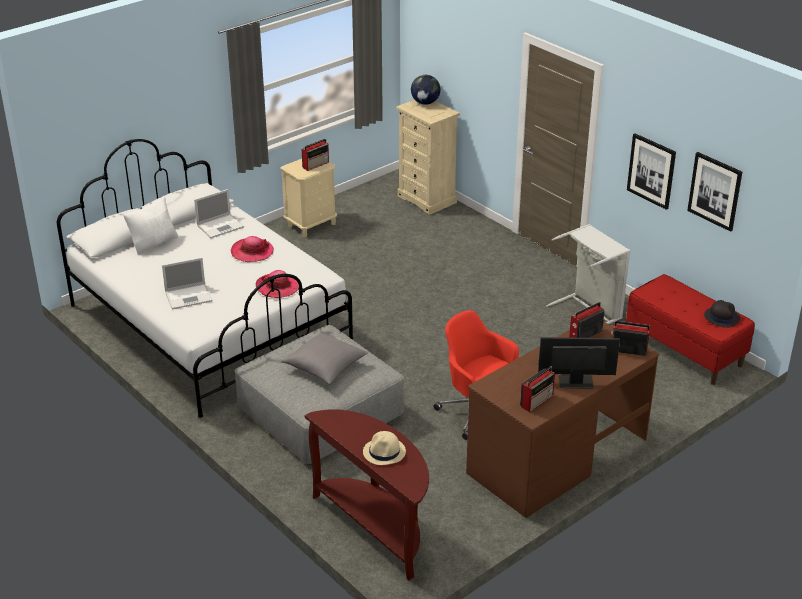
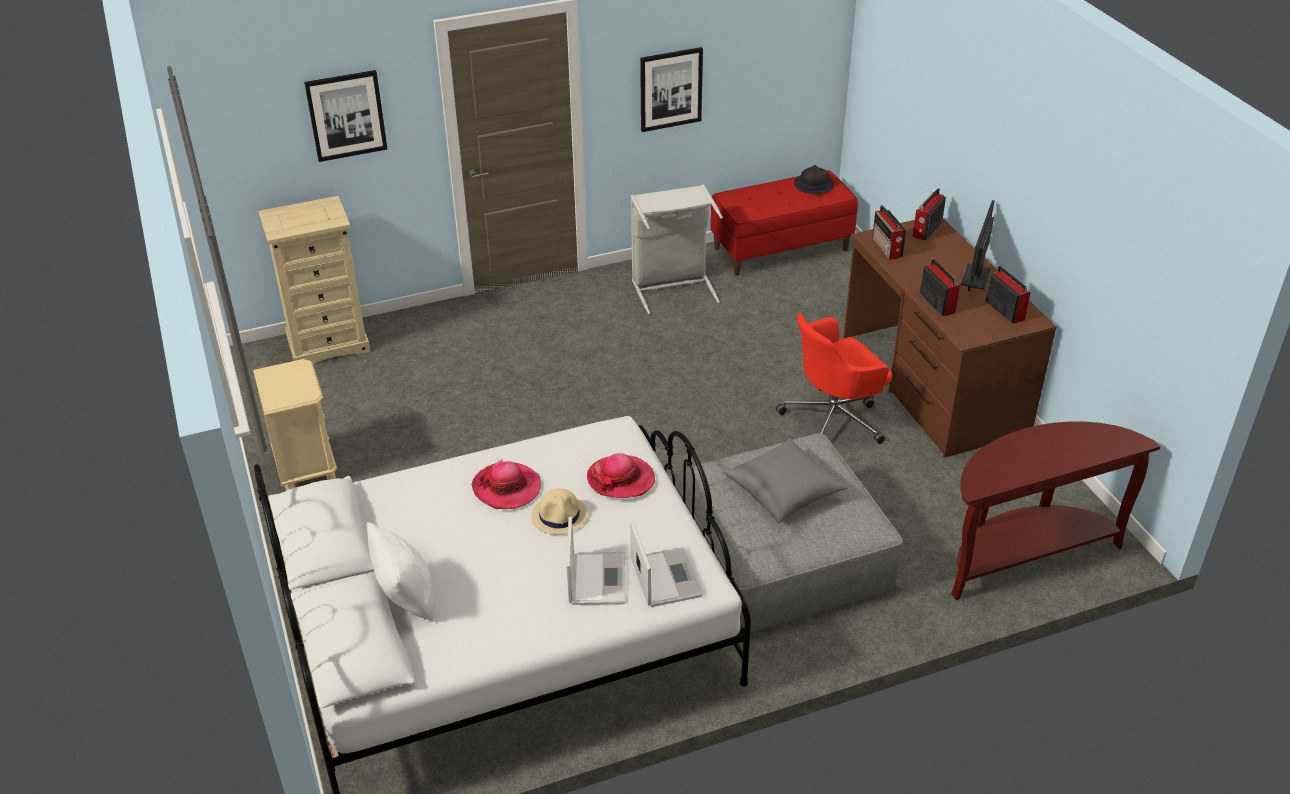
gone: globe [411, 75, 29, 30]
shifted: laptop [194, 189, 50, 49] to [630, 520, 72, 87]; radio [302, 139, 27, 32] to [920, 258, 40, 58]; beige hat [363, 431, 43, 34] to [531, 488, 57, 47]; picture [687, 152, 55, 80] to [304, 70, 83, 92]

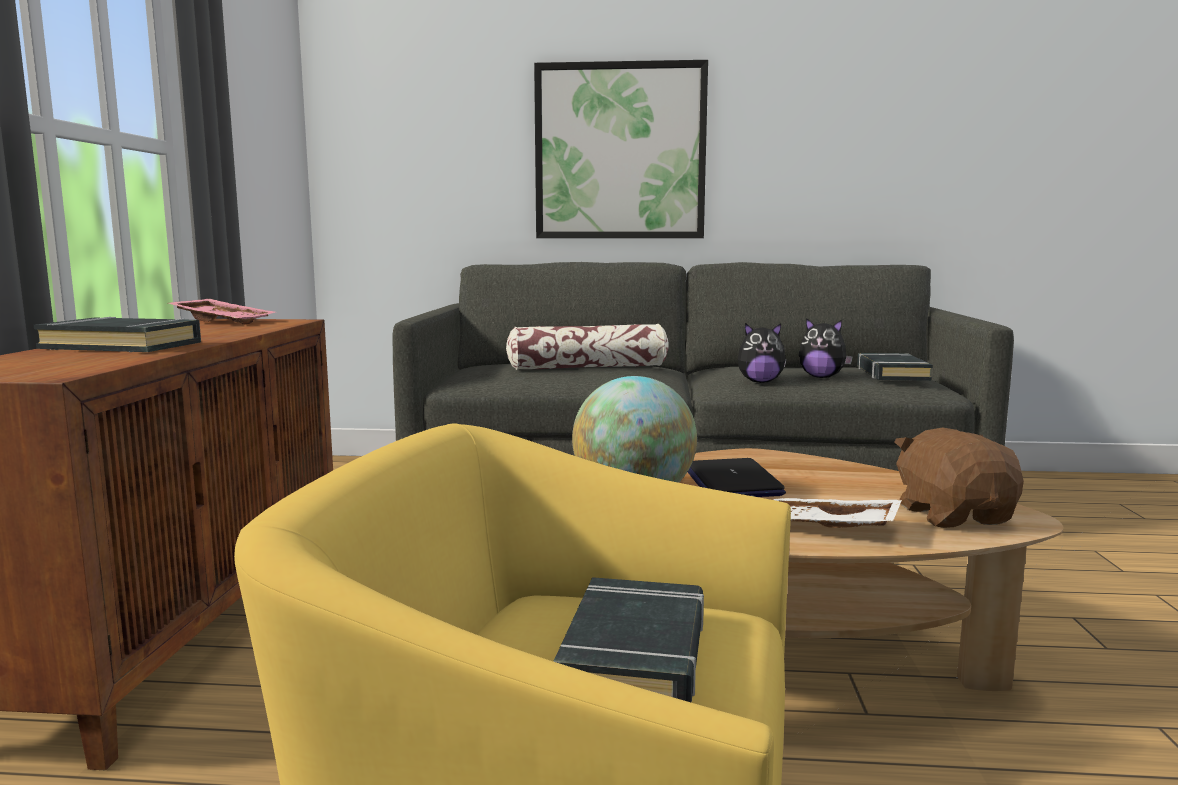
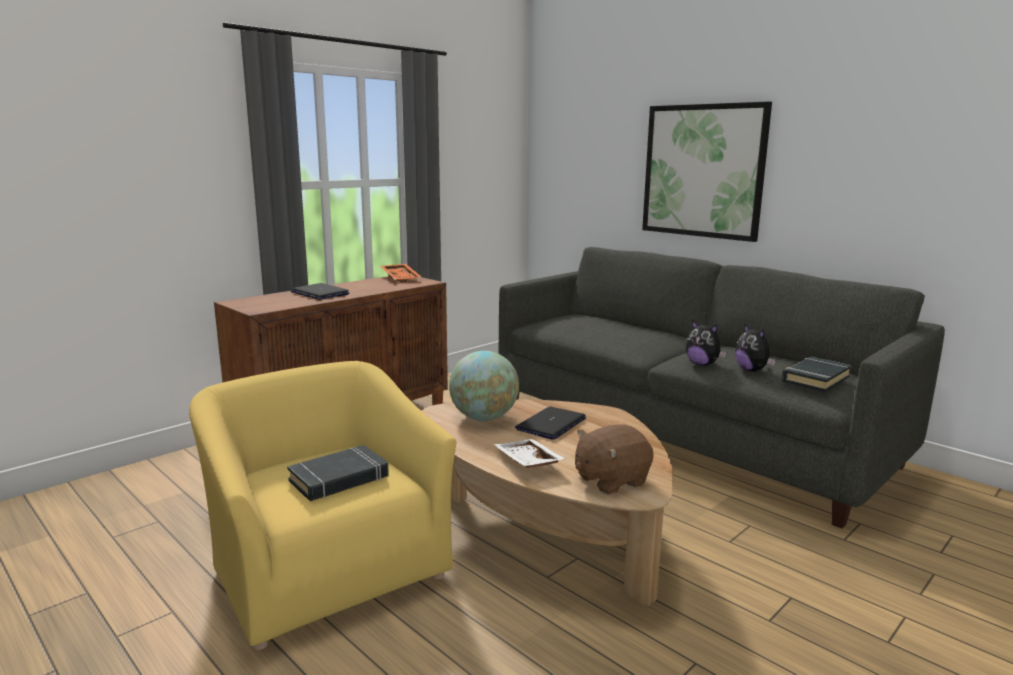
gone: pillow [506, 324, 163, 46]
swapped: black book [34, 317, 167, 35] to laptop [291, 283, 59, 17]
repainted: pink tray [168, 299, 107, 26] to orange tray [381, 264, 41, 19]
rotated: brown plush toy [895, 428, 129, 100] = [575, 424, 79, 71] 150 degrees counterclockwise

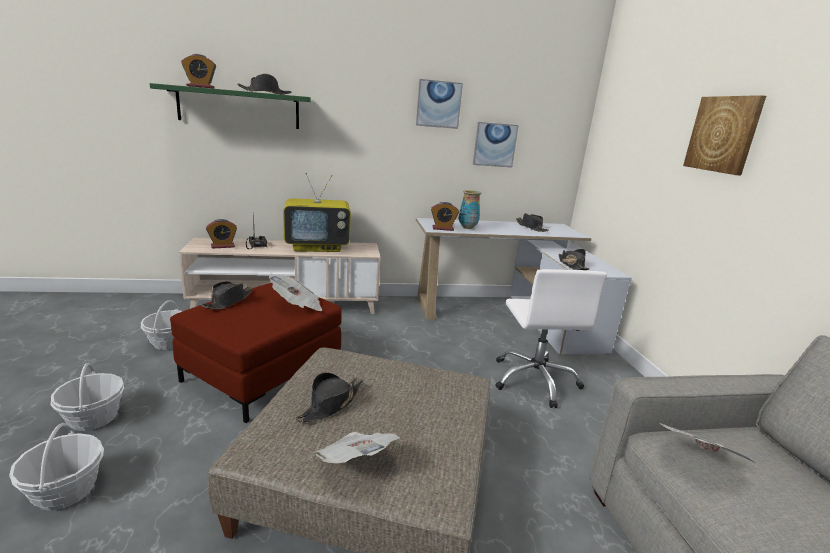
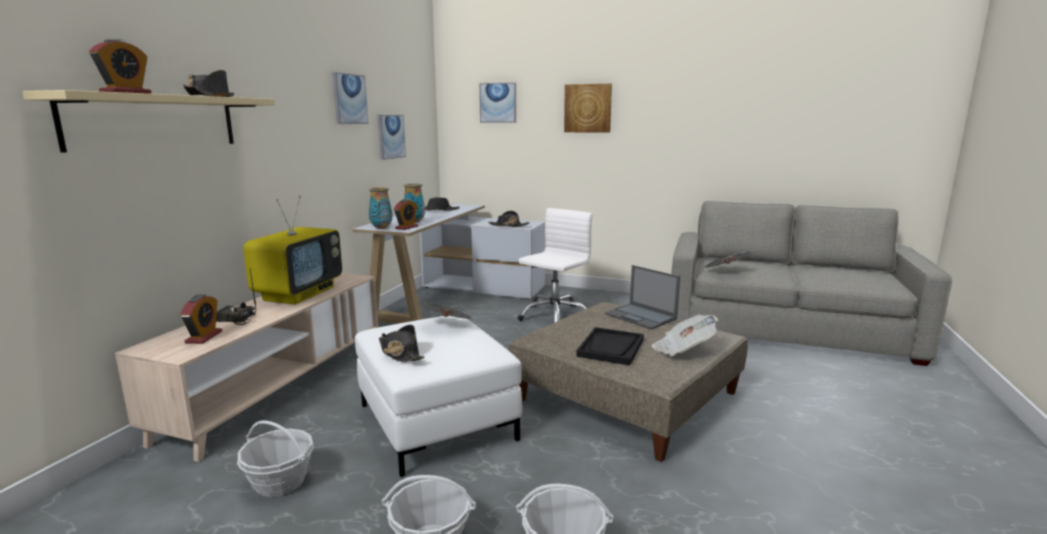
new: vase [369, 187, 23, 42]; picture [479, 82, 37, 41]; laptop [605, 265, 75, 65]
swapped: black hat [295, 372, 68, 50] to black tray [576, 327, 68, 38]
repainted: green shelf [149, 83, 162, 46] to beige shelf [22, 90, 253, 63]; red ottoman [170, 283, 171, 140] to white ottoman [355, 316, 167, 161]
rotated: white office chair [495, 269, 112, 139] = [517, 208, 76, 115] 75 degrees counterclockwise

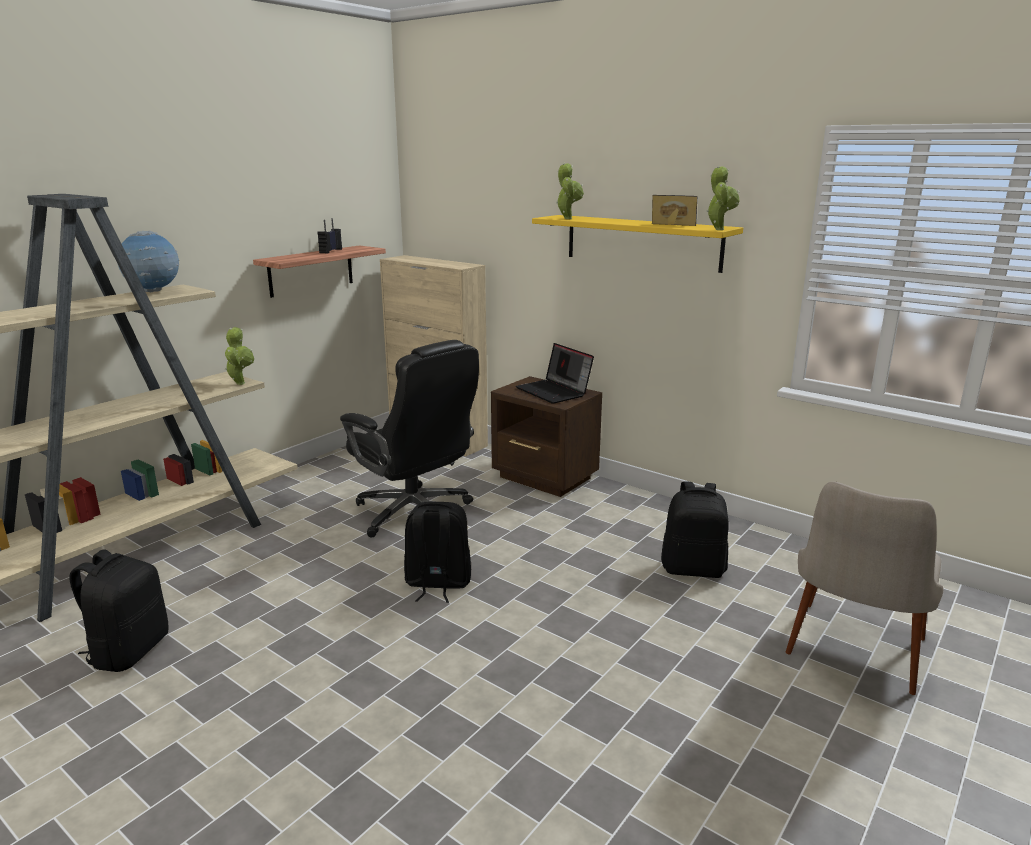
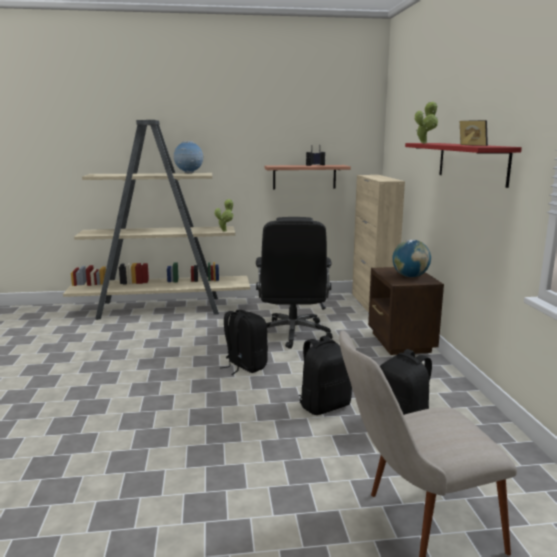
gone: potted plant [706, 166, 34, 64]
shifted: black backpack [70, 550, 98, 122] to [299, 336, 53, 79]
swapped: laptop [516, 343, 78, 61] to globe [392, 240, 39, 37]
repainted: yellow shelf [532, 215, 211, 58] to red shelf [405, 143, 117, 45]

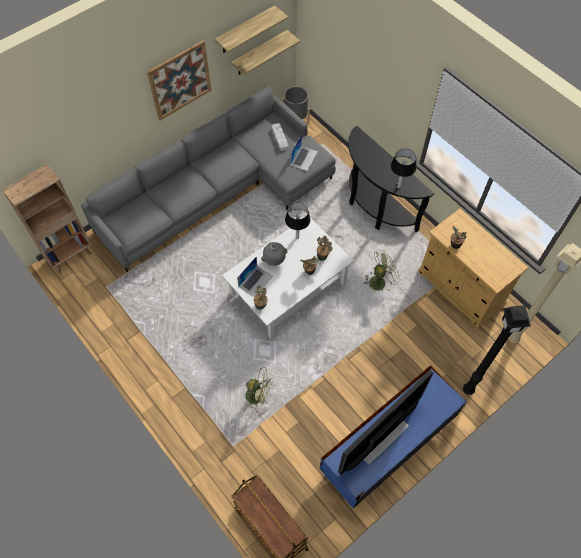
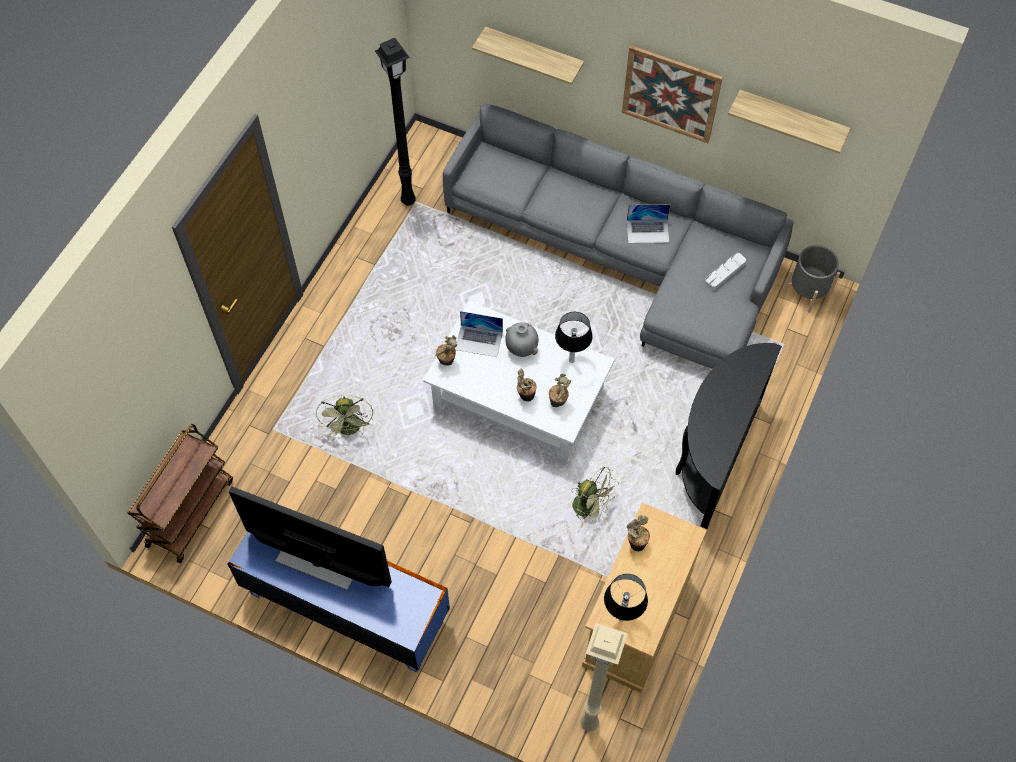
gone: brown bookcase [2, 164, 89, 110]
shifted: shelf [231, 30, 69, 45] to [472, 27, 112, 58]; laptop [290, 134, 28, 37] to [627, 205, 43, 38]; table lamp [391, 149, 25, 39] to [604, 574, 44, 47]; black floor lamp [463, 305, 68, 90] to [375, 38, 41, 168]

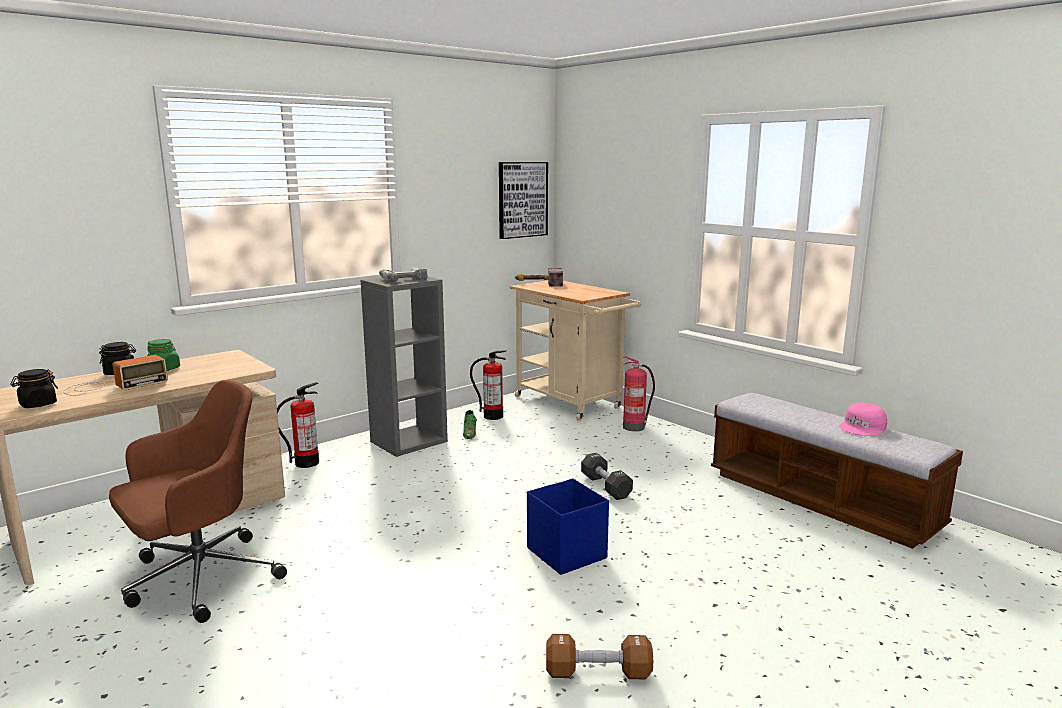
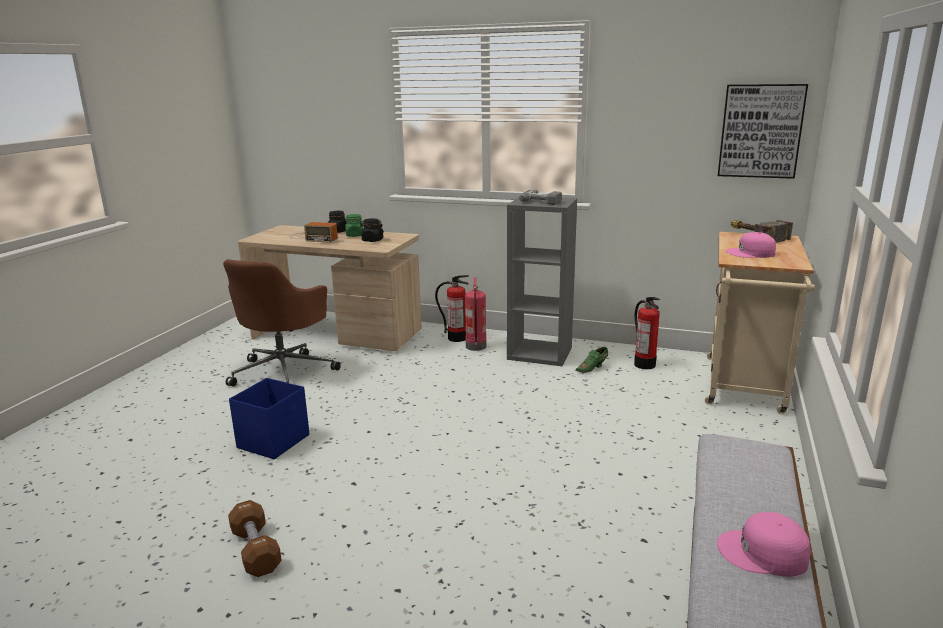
gone: black dumbbell [581, 453, 52, 47]
new: pink cap [726, 232, 50, 26]
shifted: black jar [10, 369, 48, 39] to [360, 218, 24, 24]; blue storage box [527, 478, 82, 97] to [229, 378, 80, 81]; fire extinguisher [623, 356, 32, 75] to [465, 277, 22, 74]
rotated: brown office chair [109, 380, 178, 243] = [223, 259, 118, 127] 90 degrees clockwise

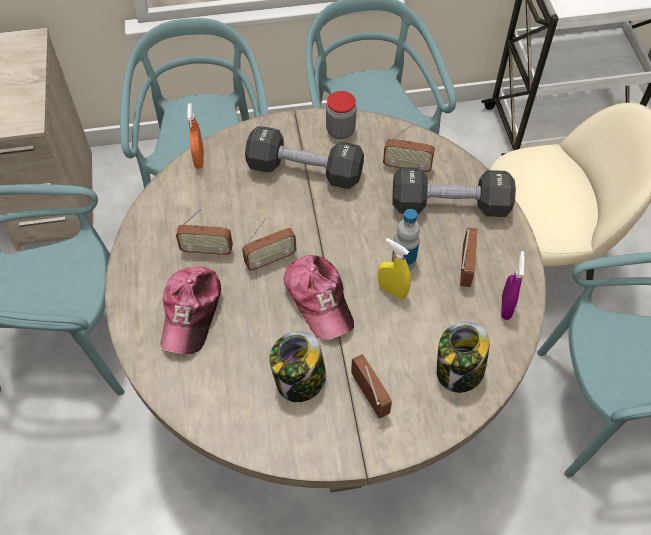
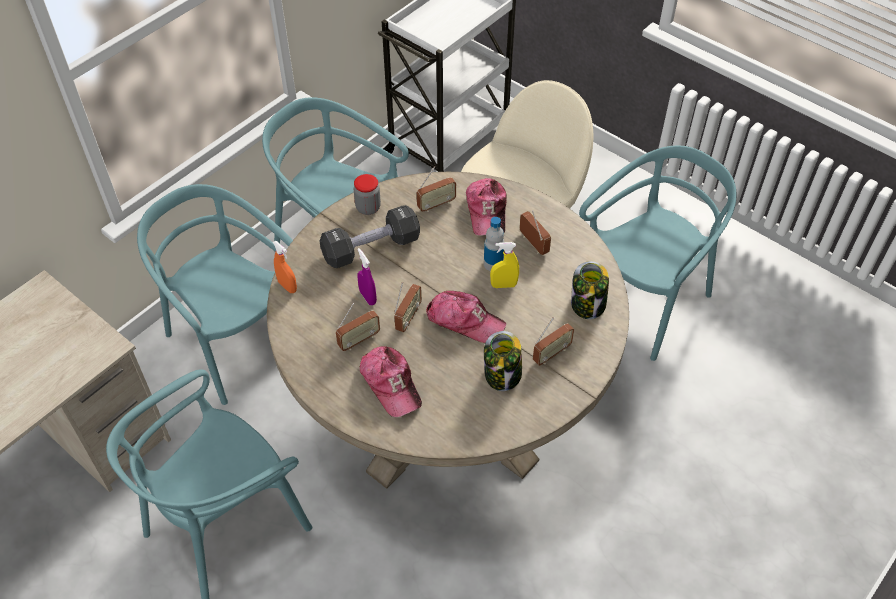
shifted: purple spray bottle [501, 251, 24, 69] to [357, 248, 20, 57]
swapped: black dumbbell [392, 167, 124, 50] to cap [466, 178, 41, 58]
rotated: radio [351, 354, 41, 64] = [533, 317, 41, 48] 120 degrees clockwise

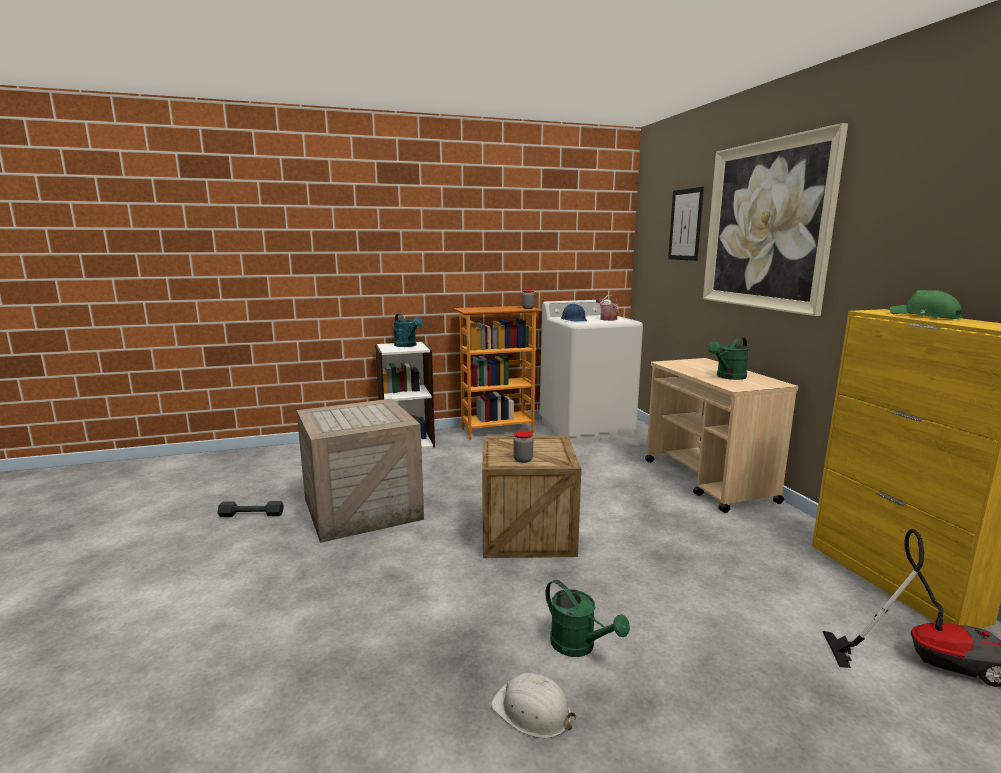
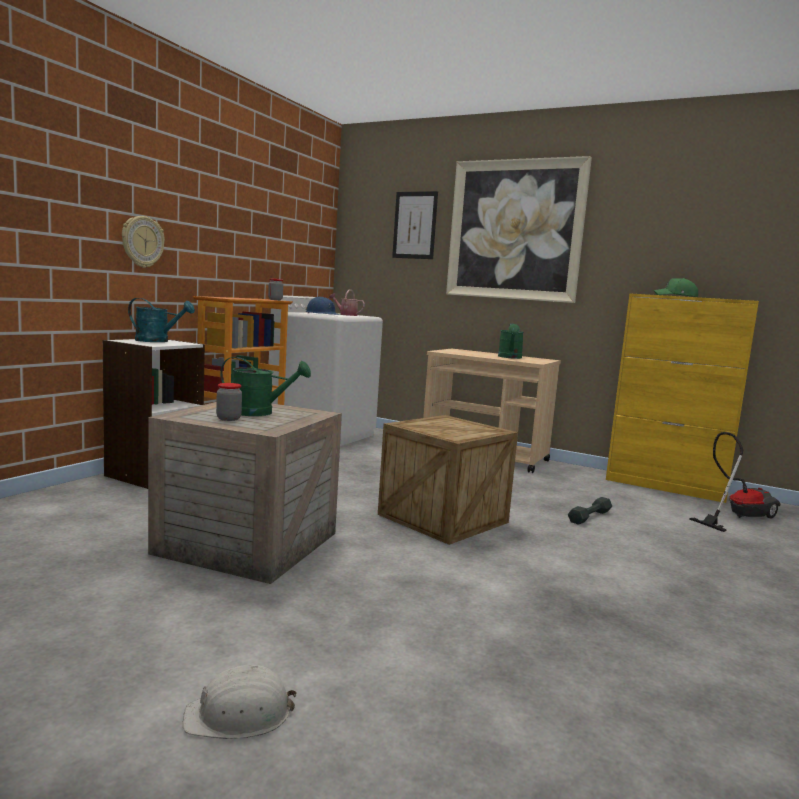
new: wall clock [122, 216, 43, 52]
shifted: grey dumbbell [218, 501, 66, 16] to [568, 497, 44, 28]; white hard hat [491, 673, 85, 66] to [183, 665, 114, 74]; jar [513, 431, 20, 32] to [216, 383, 26, 38]; green watering can [545, 580, 85, 77] to [220, 357, 91, 59]

